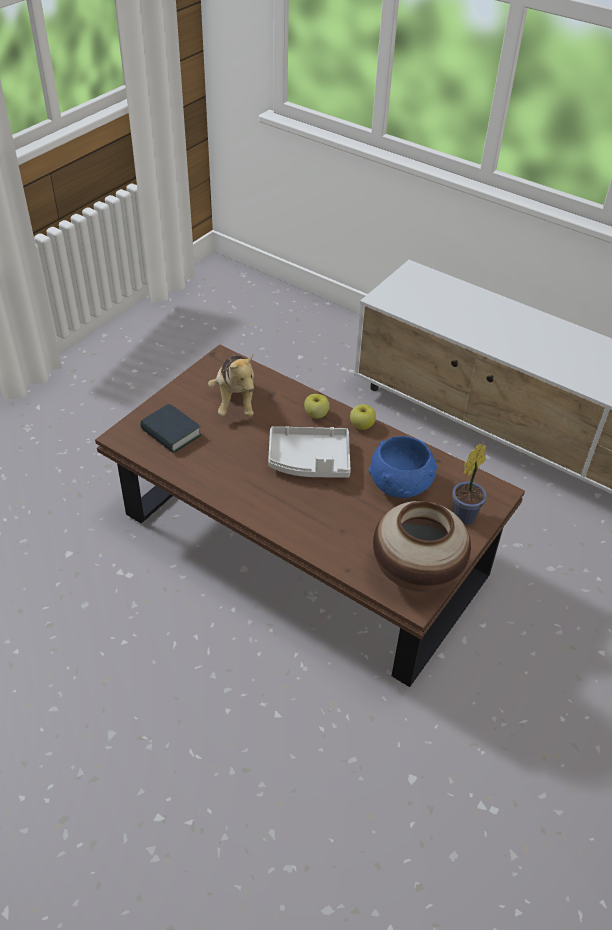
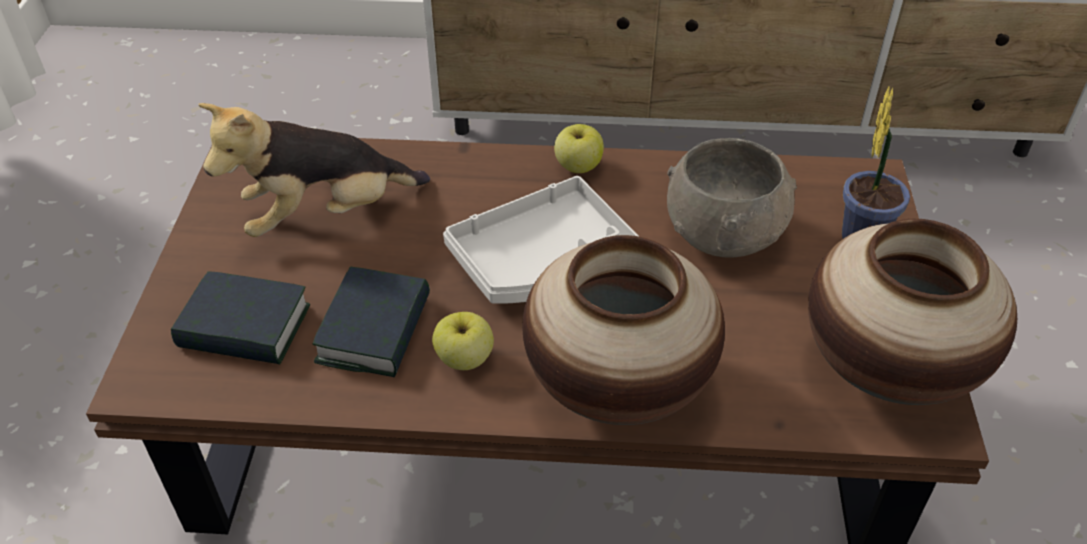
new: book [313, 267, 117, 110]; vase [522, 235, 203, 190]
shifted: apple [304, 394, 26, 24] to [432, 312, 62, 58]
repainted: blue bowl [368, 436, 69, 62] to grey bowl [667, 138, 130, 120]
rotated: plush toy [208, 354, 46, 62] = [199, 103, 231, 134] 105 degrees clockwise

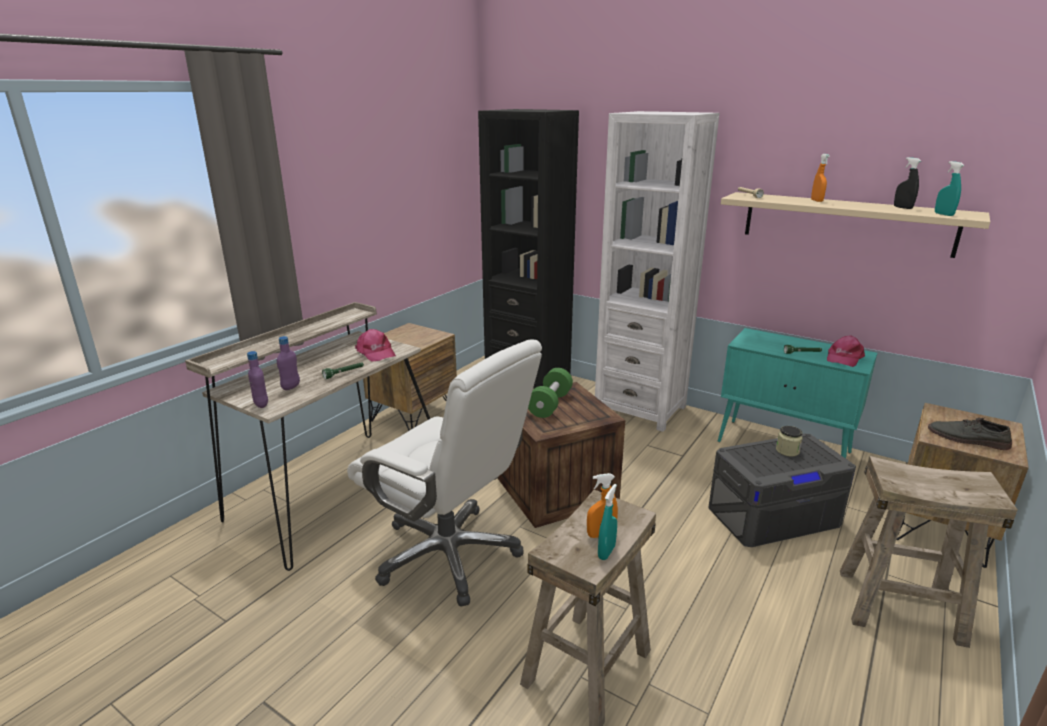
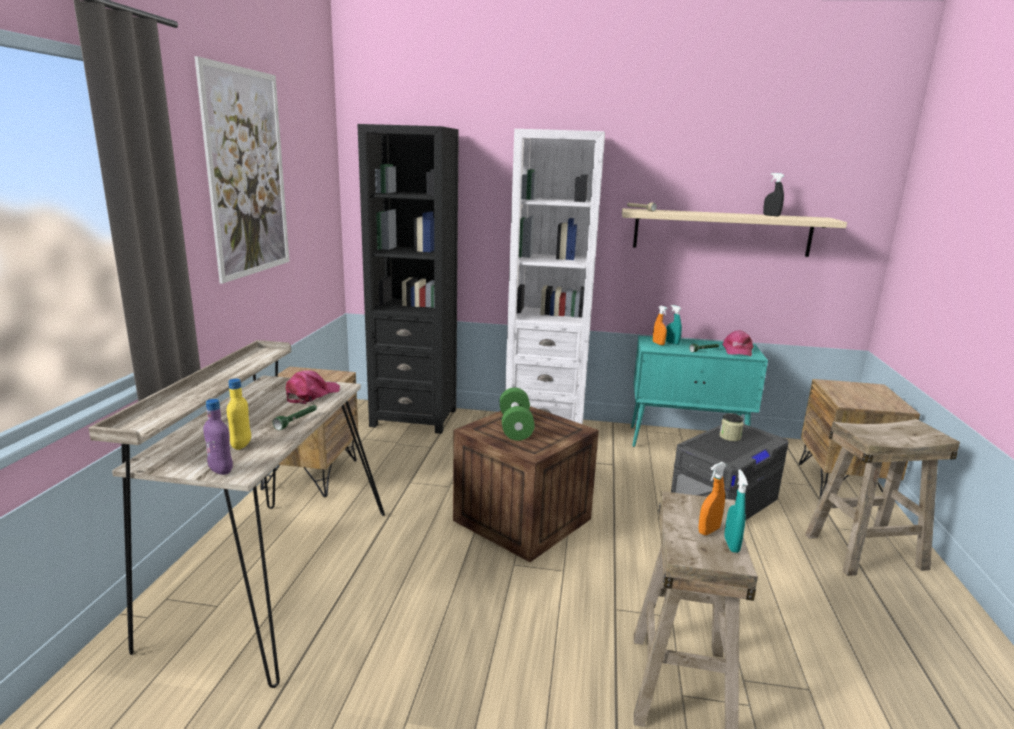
gone: white office chair [347, 340, 195, 267]; grey shoe [928, 418, 84, 32]
new: picture [194, 56, 96, 228]
shifted: orange spray bottle [811, 154, 19, 48] to [653, 306, 15, 39]; turquoise spray bottle [935, 161, 30, 55] to [666, 305, 16, 40]
repainted: purple bottle [277, 336, 23, 54] to yellow bottle [227, 379, 24, 71]
rotated: pink cap [355, 329, 41, 32] = [286, 370, 54, 34] 90 degrees counterclockwise

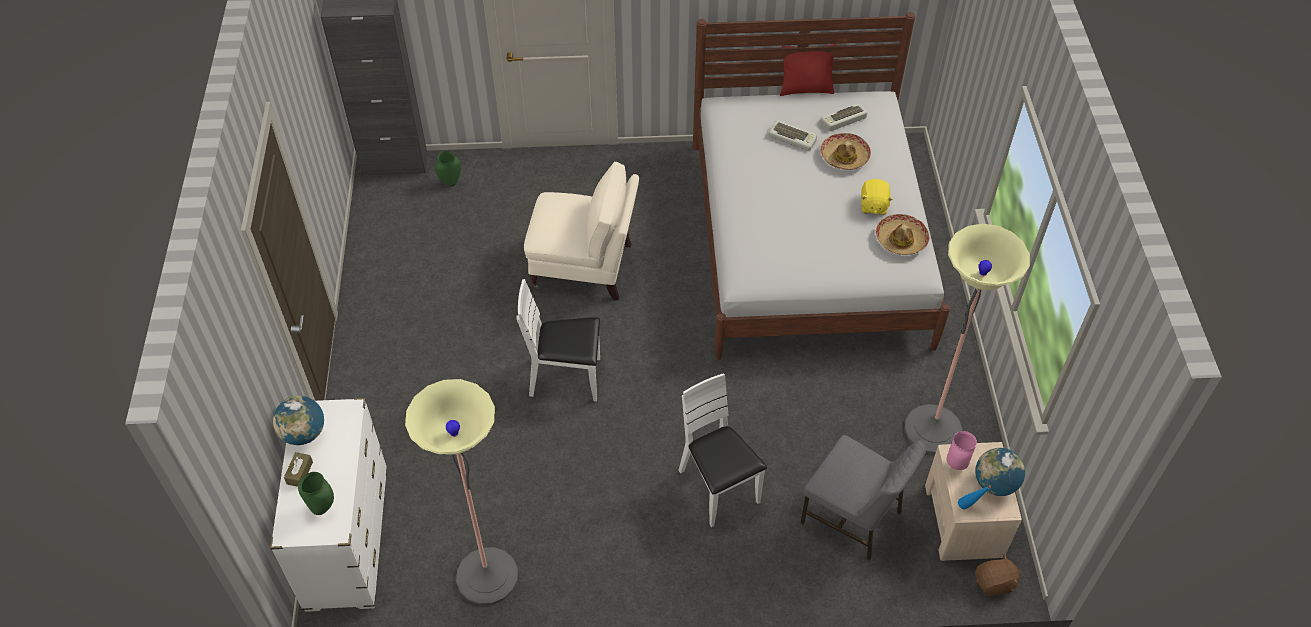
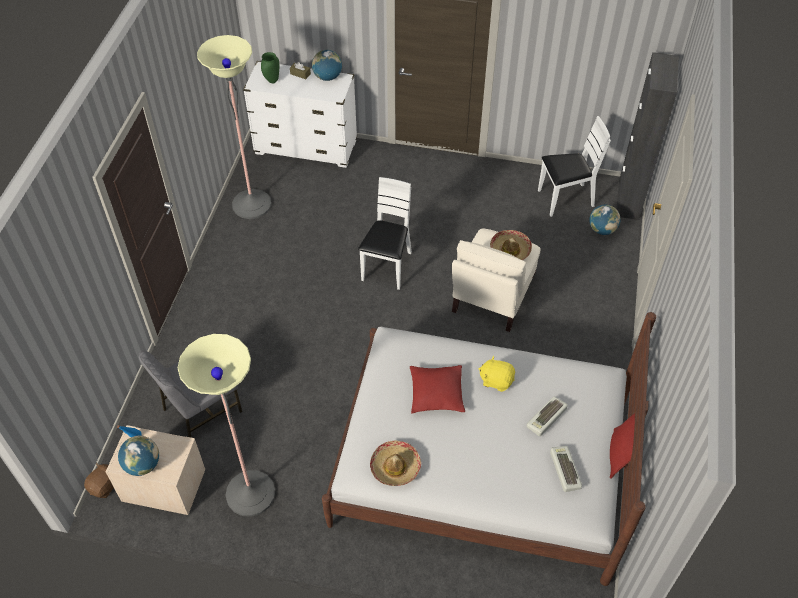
gone: pink vase [946, 431, 31, 39]
new: red pillow [410, 365, 55, 49]
shifted: white chair [678, 373, 89, 154] to [538, 116, 73, 101]; hat [820, 133, 51, 37] to [490, 230, 42, 30]; yellow plush toy [861, 179, 32, 36] to [479, 356, 36, 36]
swapped: green vase [435, 151, 26, 36] to globe [589, 205, 32, 30]
rotated: brown plush toy [976, 554, 45, 43] = [84, 463, 30, 35] 150 degrees counterclockwise

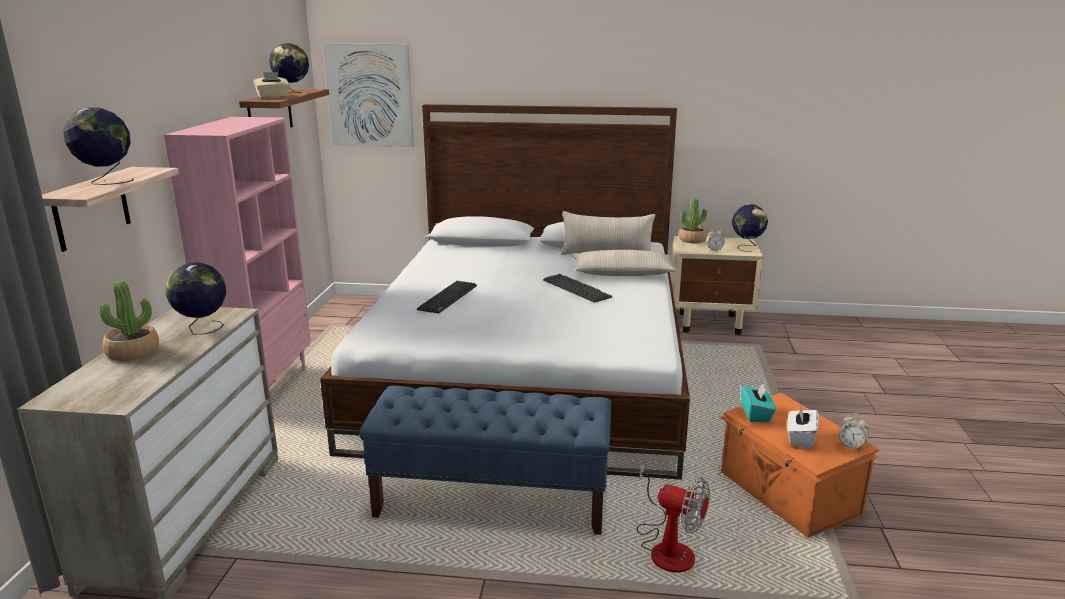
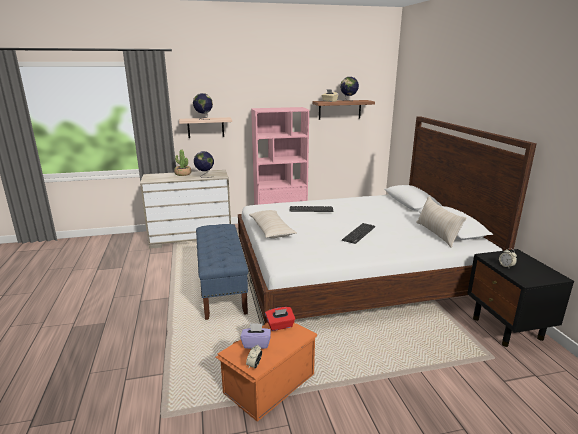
gone: picture [323, 44, 91, 103]; fan [637, 463, 73, 109]; potted plant [679, 199, 29, 44]; globe [732, 204, 36, 48]
shifted: beige pillow [573, 250, 104, 26] to [249, 210, 48, 28]
repainted: beige nightstand [671, 236, 92, 99] to black nightstand [467, 249, 107, 98]; turquoise tissue box [741, 382, 35, 40] to red tissue box [265, 307, 30, 24]; white tissue box [787, 405, 32, 43] to purple tissue box [240, 323, 31, 26]

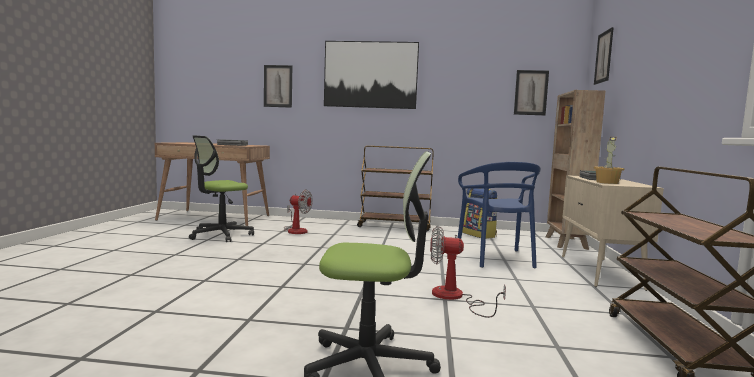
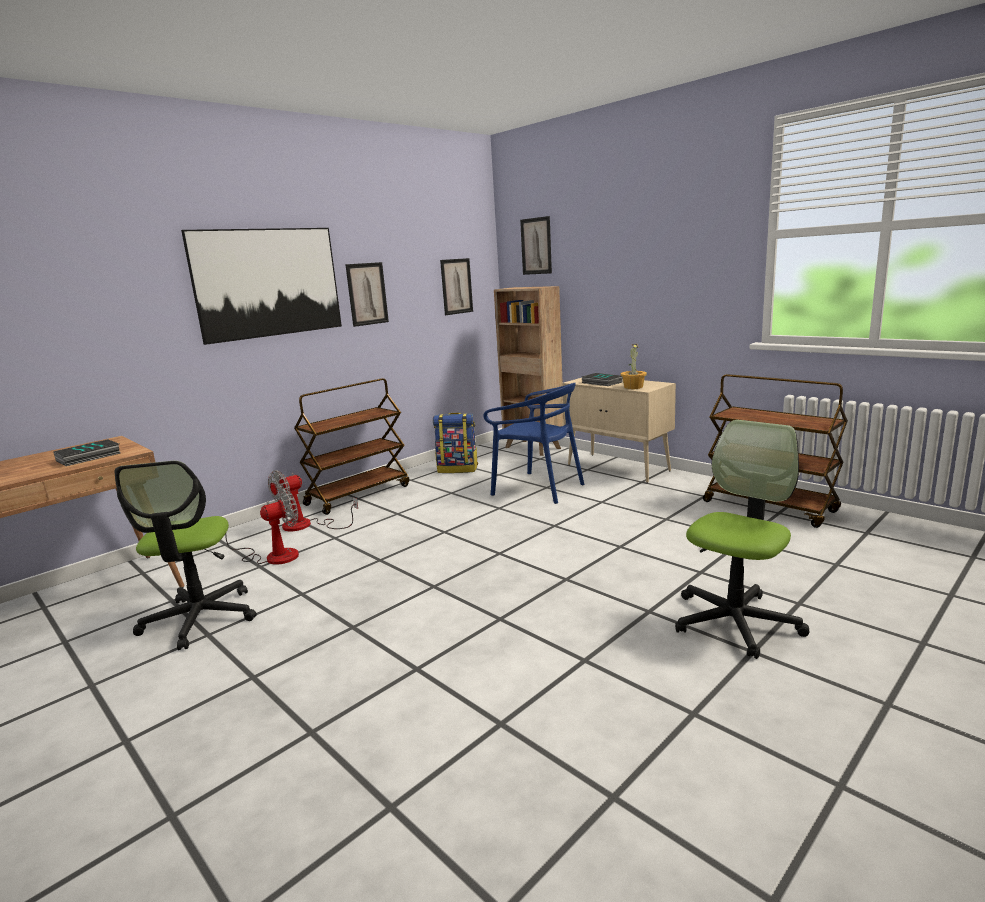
shifted: picture [264, 65, 28, 43] to [345, 262, 44, 65]; fan [430, 226, 76, 92] to [268, 470, 90, 61]

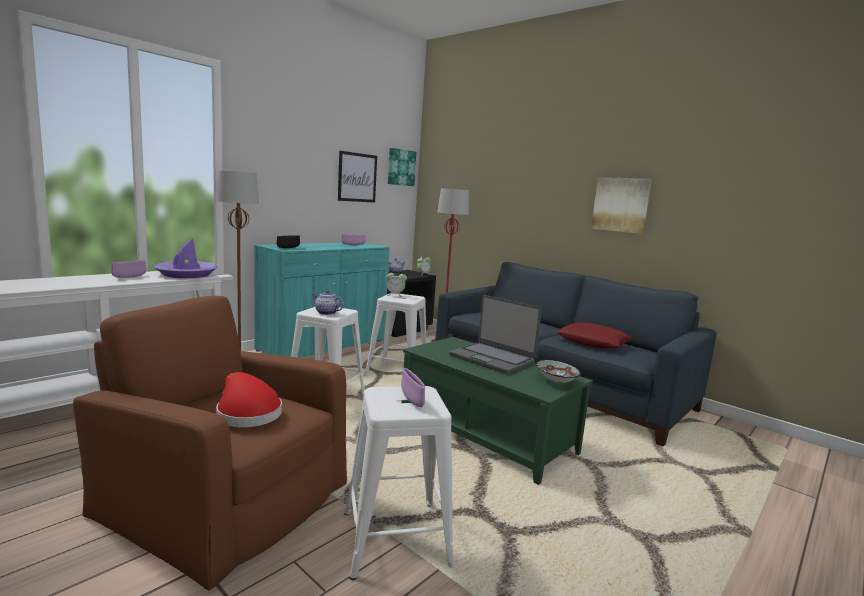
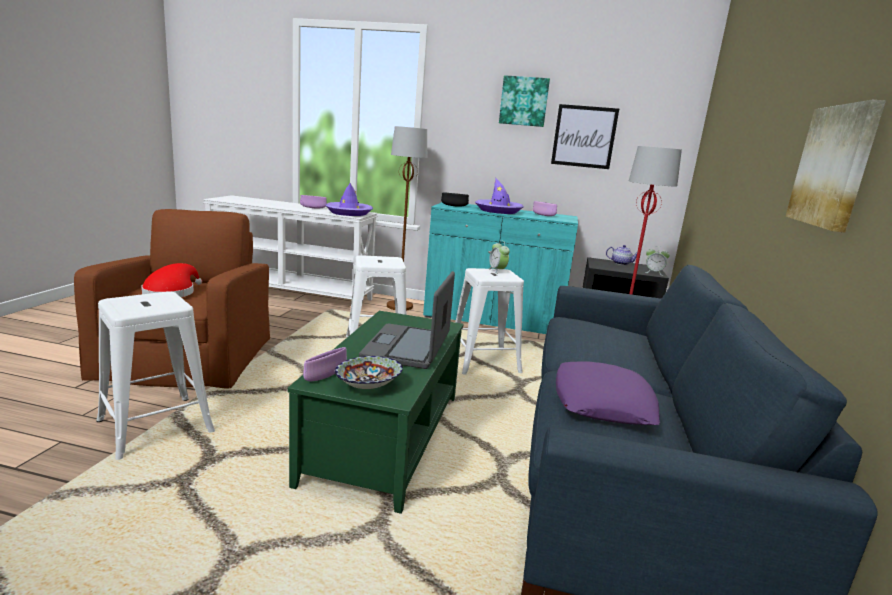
gone: teapot [312, 290, 32, 25]
new: purple hat [475, 179, 49, 35]
shifted: picture [388, 148, 28, 38] to [499, 75, 51, 52]; purple bowl [401, 368, 24, 39] to [303, 347, 44, 34]
repainted: red pillow [556, 323, 77, 26] to purple pillow [556, 361, 104, 64]

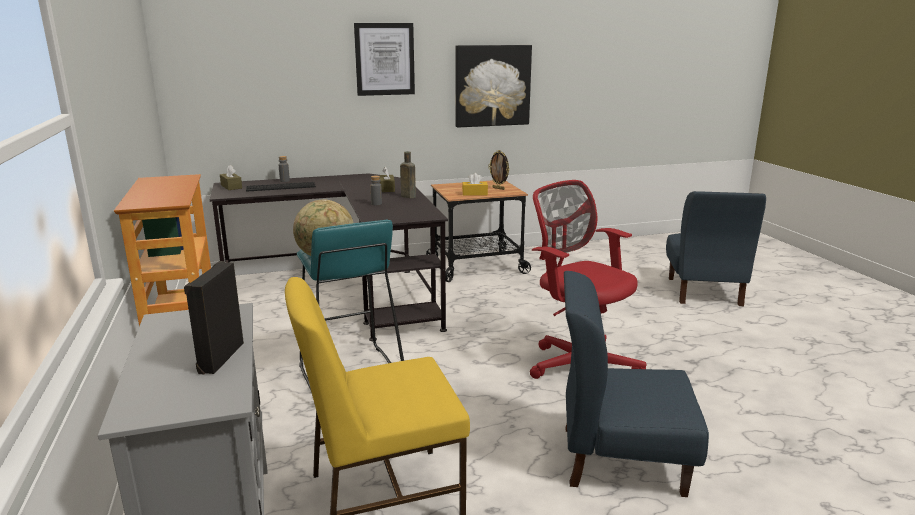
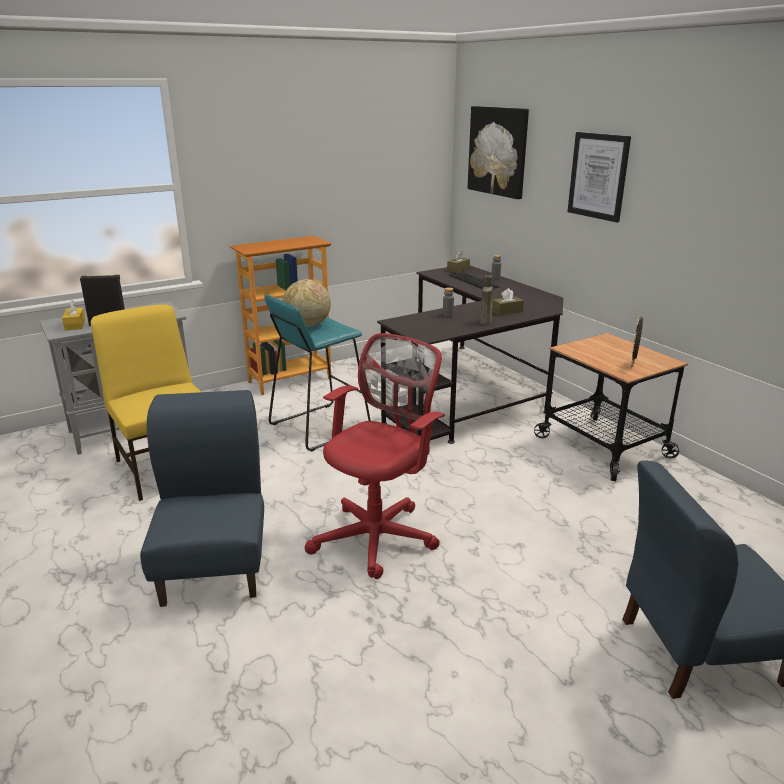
shifted: picture [455, 45, 77, 82] to [468, 106, 61, 93]; yellow tissue box [462, 173, 26, 23] to [62, 300, 23, 30]

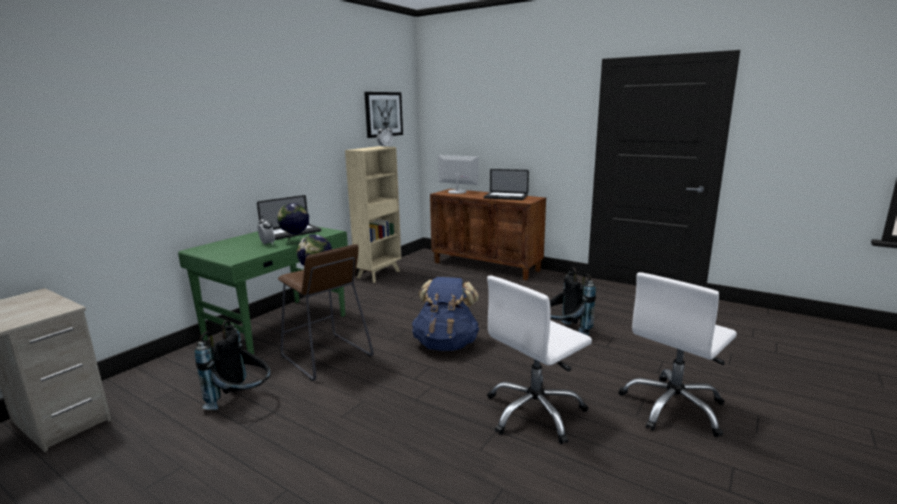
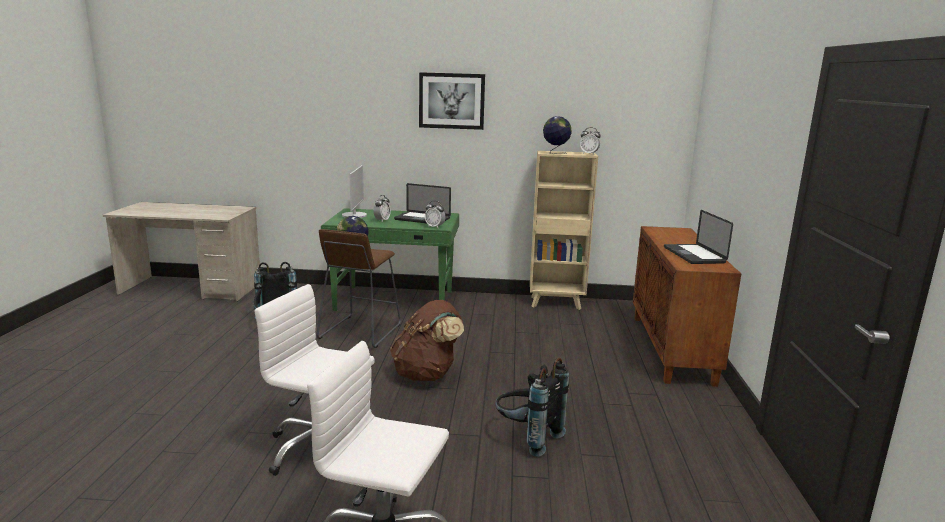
new: alarm clock [425, 201, 20, 27]
shifted: globe [277, 203, 32, 41] to [543, 116, 29, 38]; picture [364, 92, 39, 46] to [419, 72, 66, 58]; monitor [438, 155, 41, 39] to [342, 165, 25, 53]
repainted: blue backpack [412, 277, 68, 74] to brown backpack [390, 300, 74, 81]

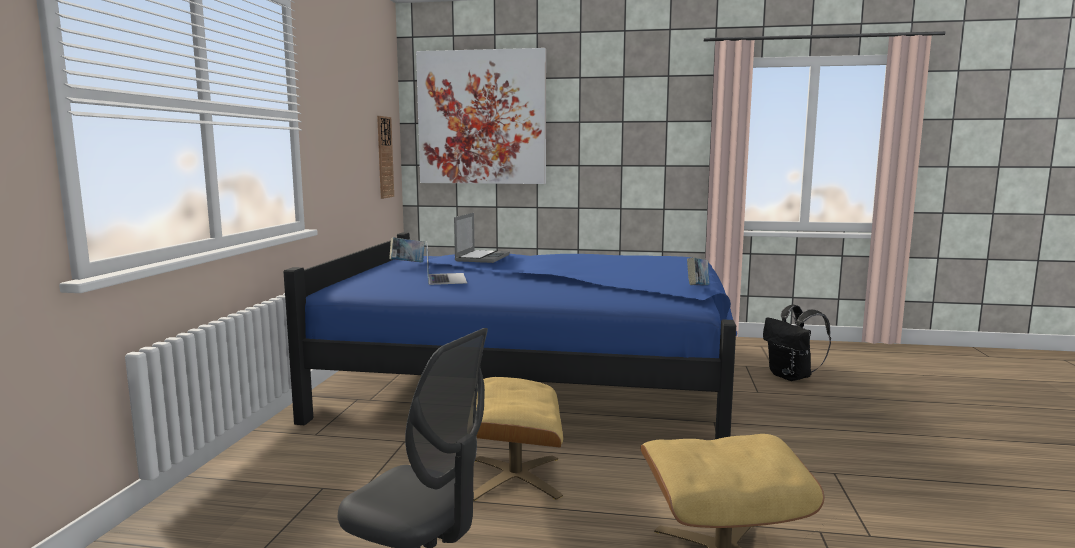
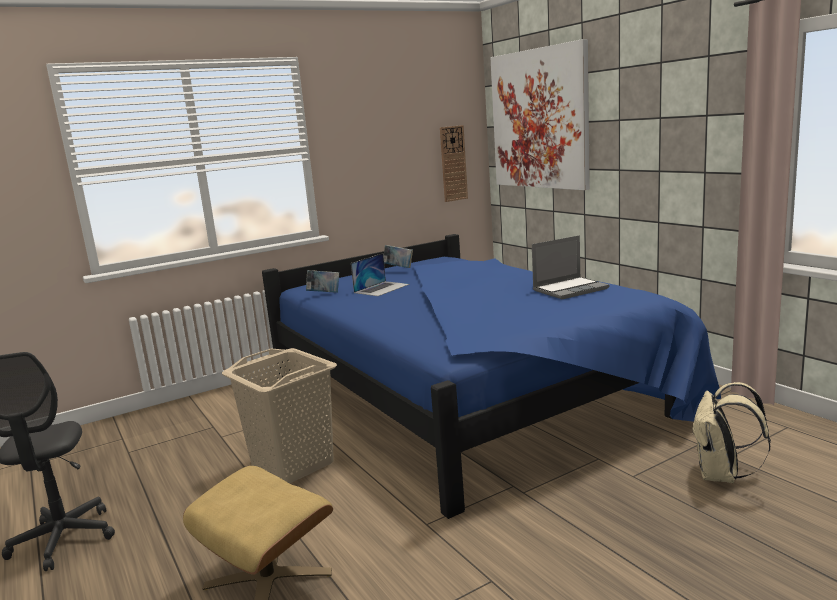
shifted: laptop [454, 213, 56, 50] to [532, 235, 77, 64]; book [687, 258, 22, 27] to [306, 270, 33, 23]
swapped: beige ottoman [473, 377, 90, 124] to beige laundry basket [222, 348, 115, 136]
repainted: black backpack [763, 305, 68, 76] to beige backpack [691, 382, 80, 101]

